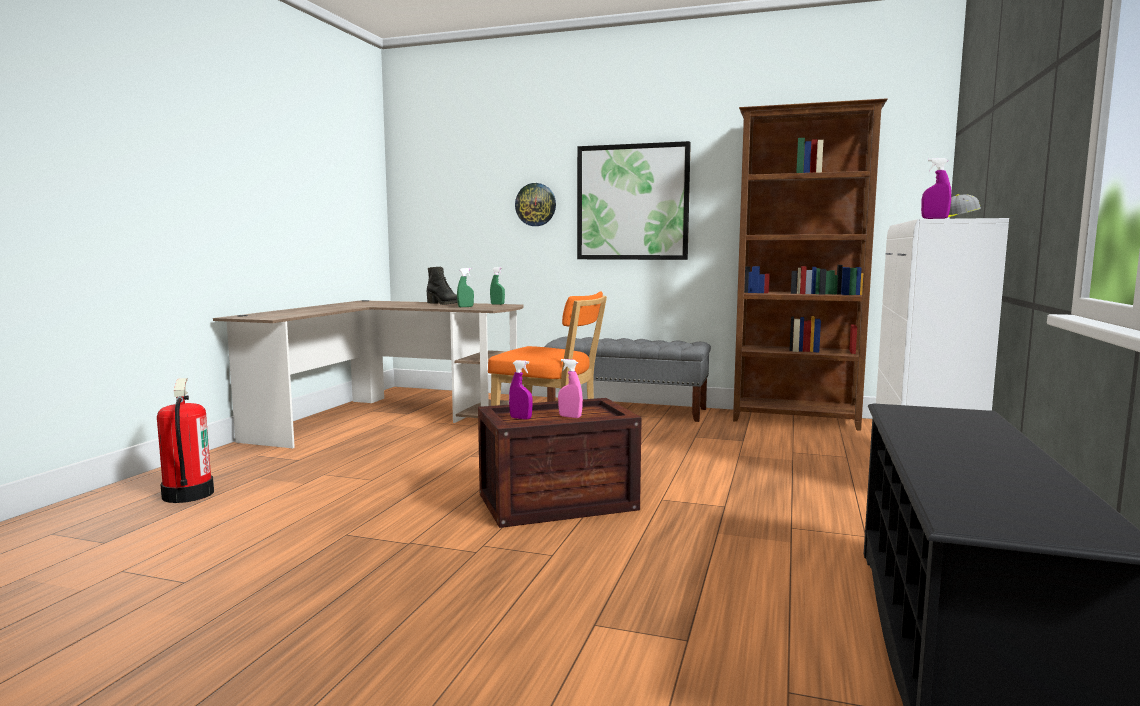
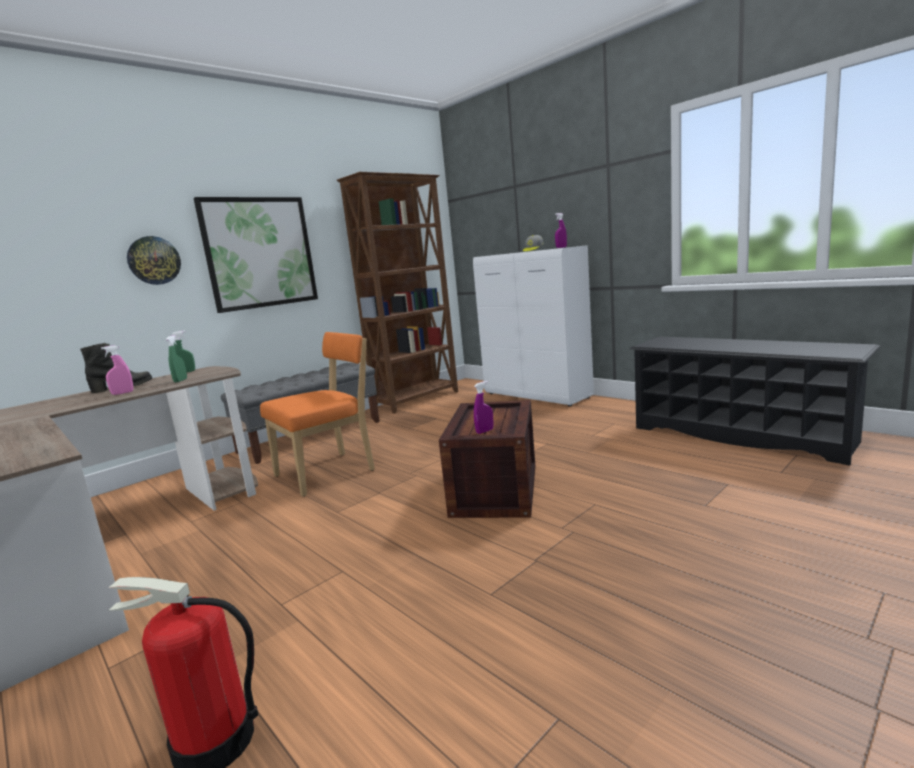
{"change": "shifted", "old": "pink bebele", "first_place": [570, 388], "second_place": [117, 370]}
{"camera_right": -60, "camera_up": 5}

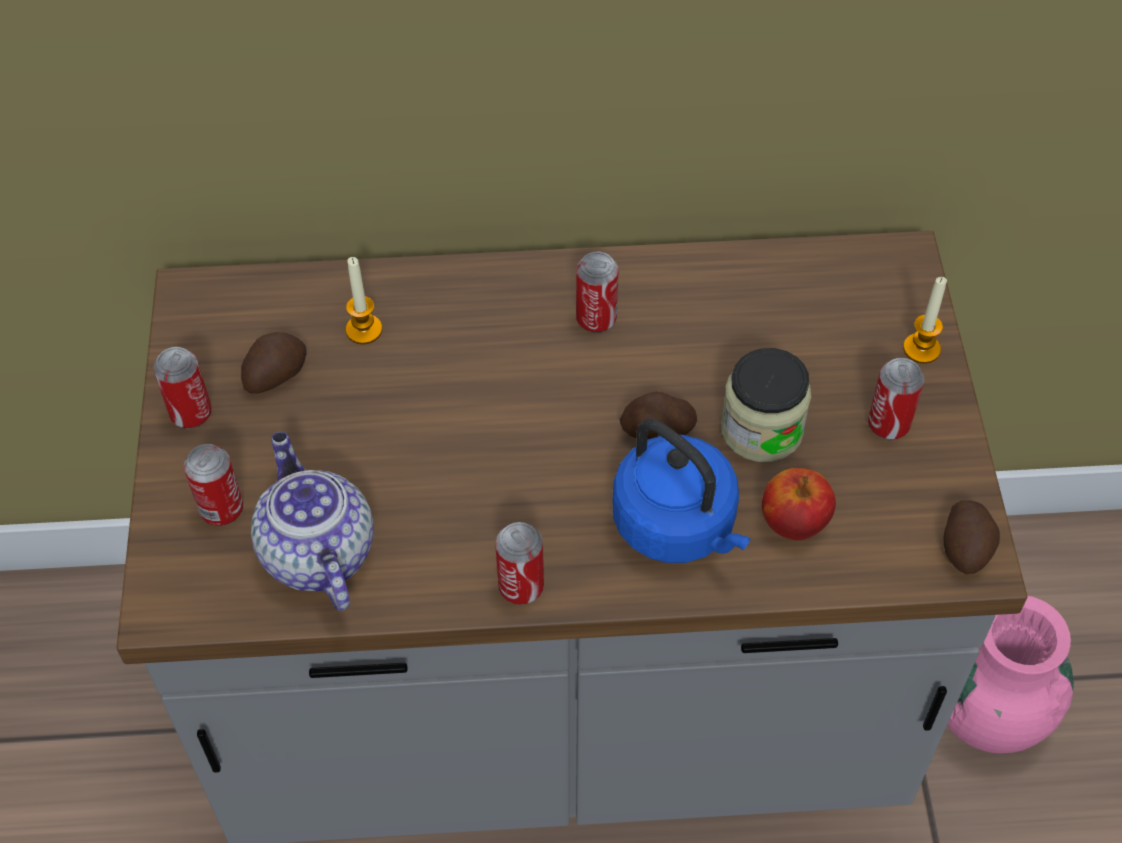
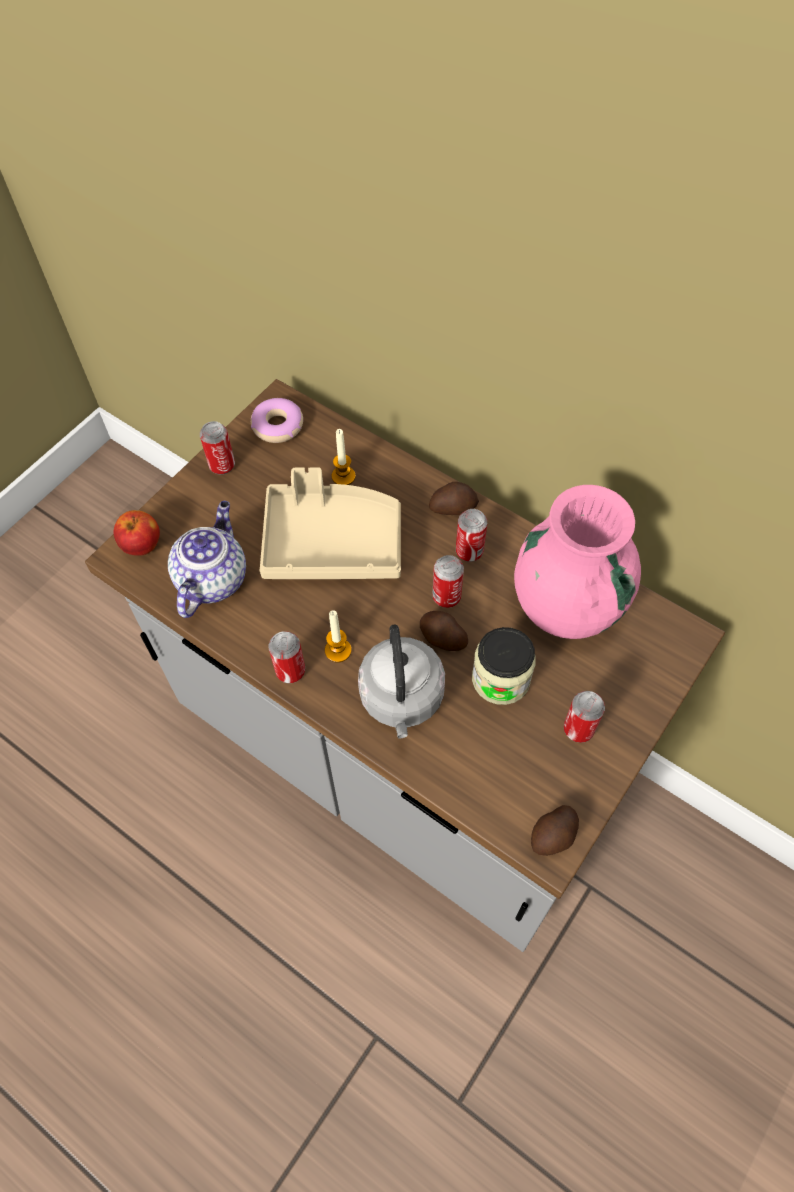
{"change": "shifted", "old": "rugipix", "first_place": [925, 320], "second_place": [338, 636]}
{"change": "shifted", "old": "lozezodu", "first_place": [273, 363], "second_place": [454, 498]}
{"change": "repainted", "old": "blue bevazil", "new": "grey bevazil", "first_place": [681, 491], "second_place": [401, 681]}
{"change": "shifted", "old": "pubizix", "first_place": [213, 485], "second_place": [448, 581]}
{"change": "shifted", "old": "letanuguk", "first_place": [799, 504], "second_place": [137, 533]}
{"change": "shifted", "old": "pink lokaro", "first_place": [1010, 674], "second_place": [577, 562]}
{"change": "new", "new": "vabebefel", "second_place": [277, 420]}
{"change": "new", "new": "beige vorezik", "second_place": [330, 523]}
{"camera_right": 40, "camera_up": 5}

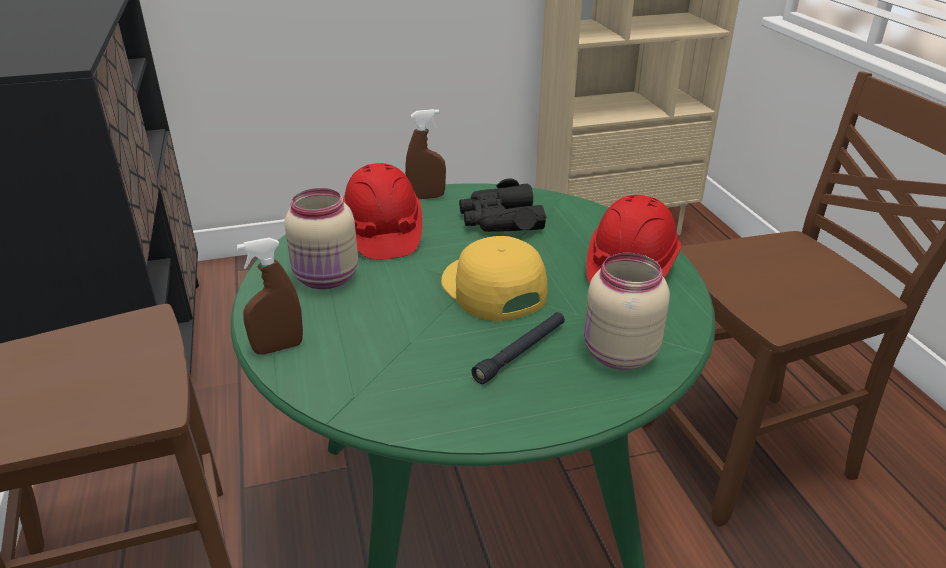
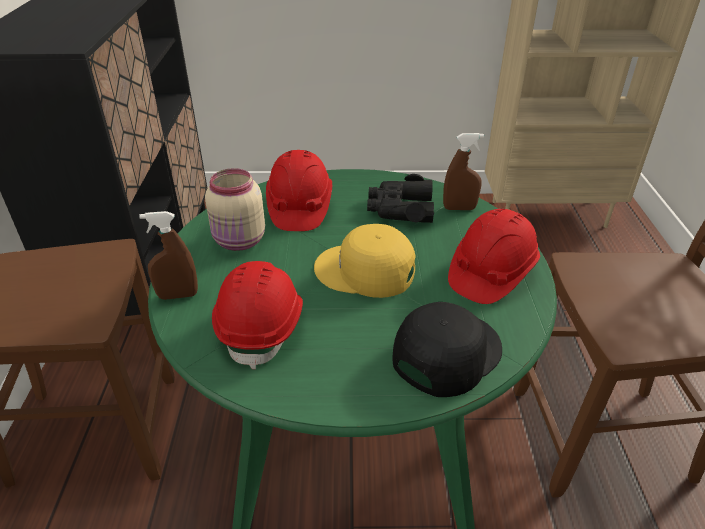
{"change": "shifted", "old": "brown bebele", "first_place": [425, 154], "second_place": [463, 171]}
{"change": "rotated", "old": "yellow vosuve", "first_place": [494, 278], "second_place": [365, 261], "degrees": -60}
{"change": "swapped", "old": "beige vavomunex", "new": "black vosuve", "first_place": [627, 311], "second_place": [447, 349]}
{"change": "gone", "old": "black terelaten", "first_place": [518, 348]}
{"change": "new", "new": "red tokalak", "second_place": [257, 315]}
{"camera_right": 15, "camera_up": 5}

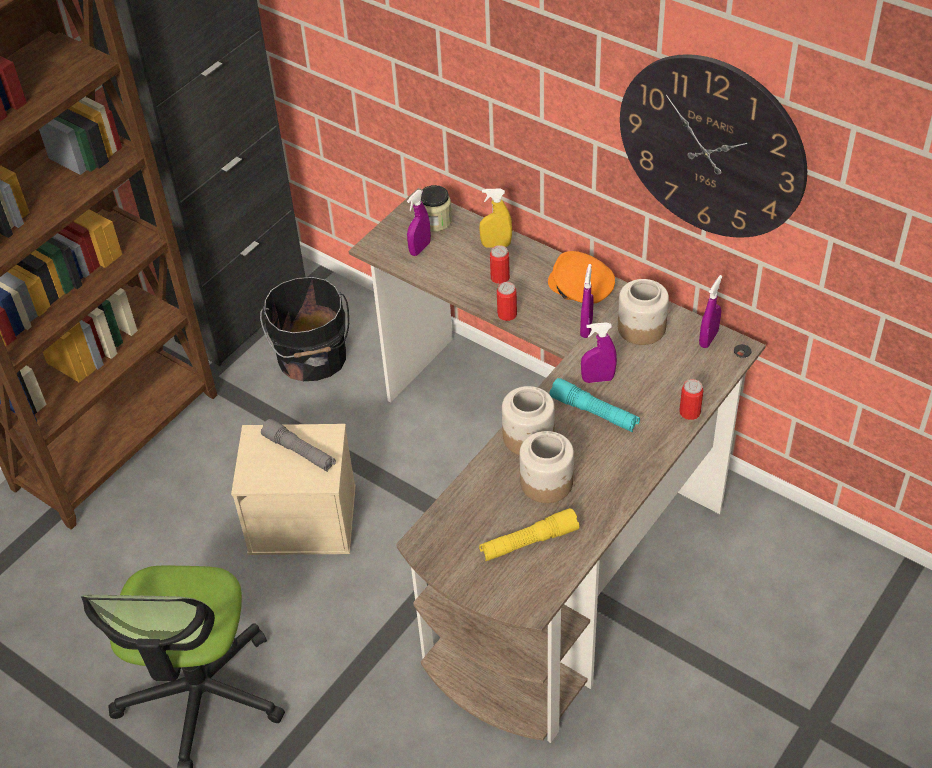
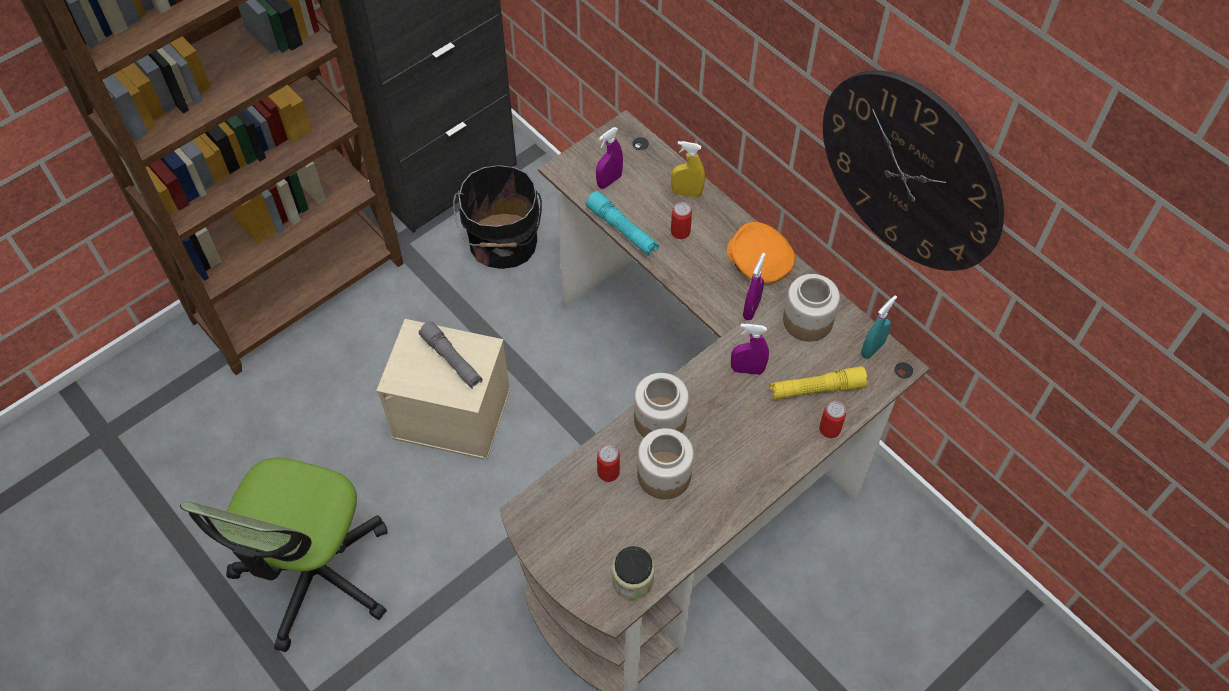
{"change": "shifted", "old": "vavomunex", "first_place": [436, 208], "second_place": [633, 573]}
{"change": "repainted", "old": "purple bebele", "new": "turquoise bebele", "first_place": [711, 311], "second_place": [879, 327]}
{"change": "shifted", "old": "pubizix", "first_place": [507, 301], "second_place": [608, 463]}
{"change": "shifted", "old": "turquoise terelaten", "first_place": [595, 405], "second_place": [622, 223]}
{"change": "shifted", "old": "yellow terelaten", "first_place": [529, 534], "second_place": [818, 383]}
{"camera_right": 10, "camera_up": 10}

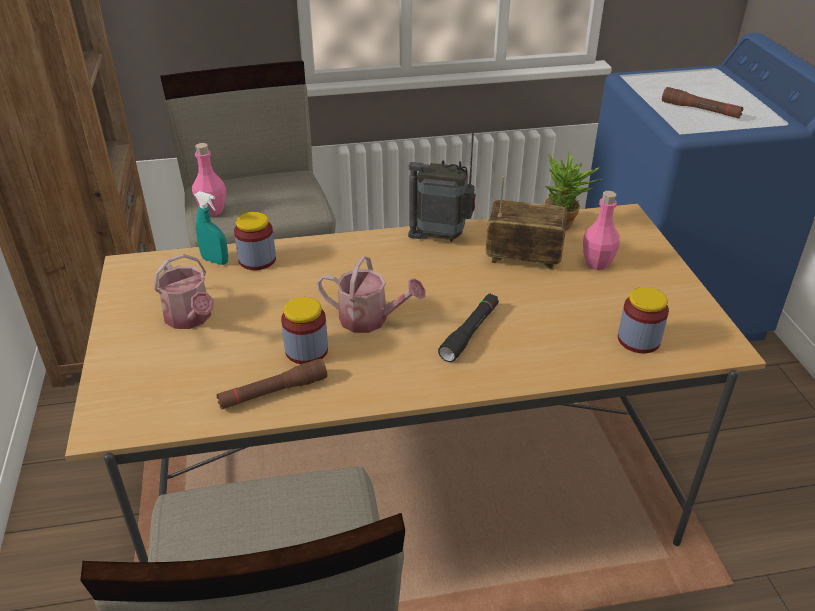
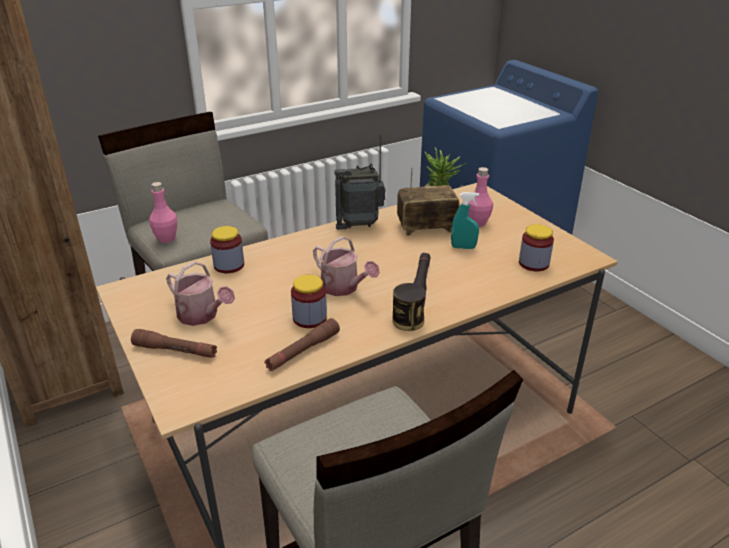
{"change": "shifted", "old": "brown terelaten", "first_place": [703, 102], "second_place": [174, 343]}
{"change": "shifted", "old": "turquoise bebele", "first_place": [211, 228], "second_place": [465, 220]}
{"change": "rotated", "old": "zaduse", "first_place": [371, 294], "second_place": [346, 266], "degrees": 45}
{"change": "new", "new": "pubizix", "second_place": [409, 307]}
{"camera_right": -20, "camera_up": -5}

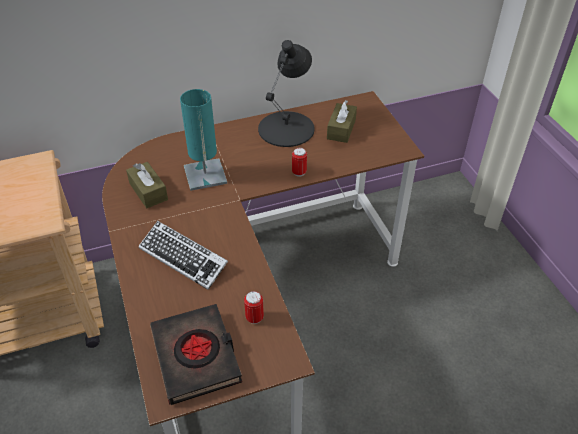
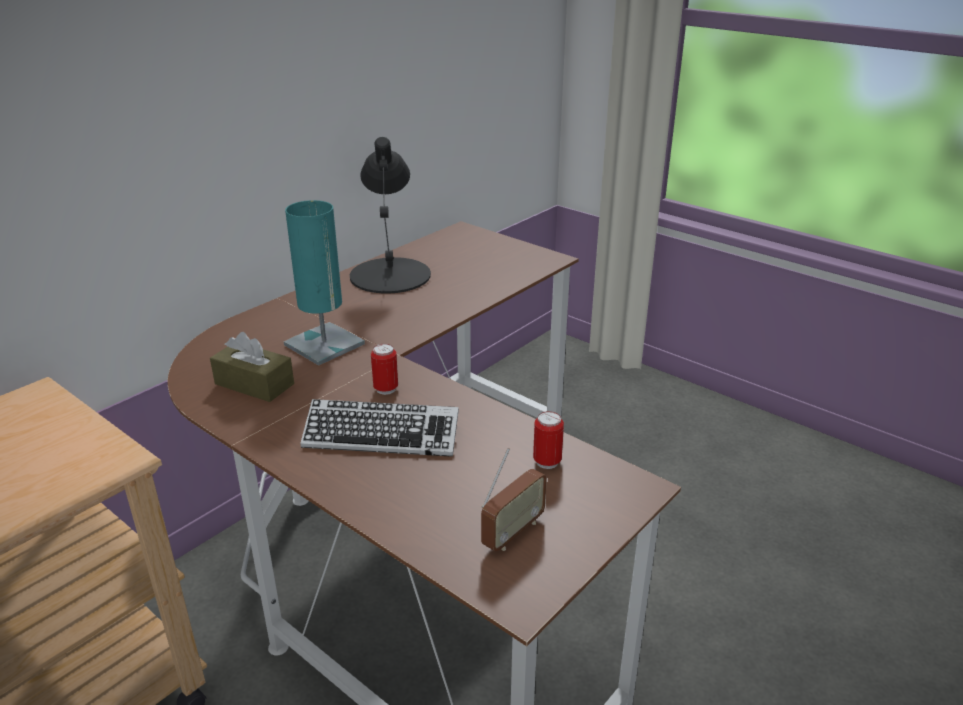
{"change": "gone", "old": "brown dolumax", "first_place": [342, 121]}
{"change": "shifted", "old": "pubizix", "first_place": [299, 162], "second_place": [384, 369]}
{"change": "swapped", "old": "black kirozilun", "new": "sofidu", "first_place": [196, 354], "second_place": [514, 499]}
{"camera_right": -30, "camera_up": -15}

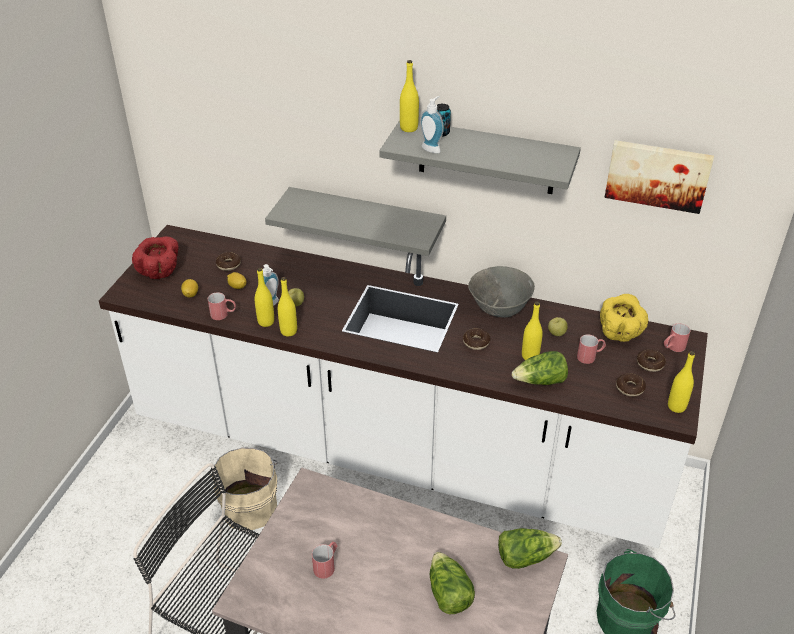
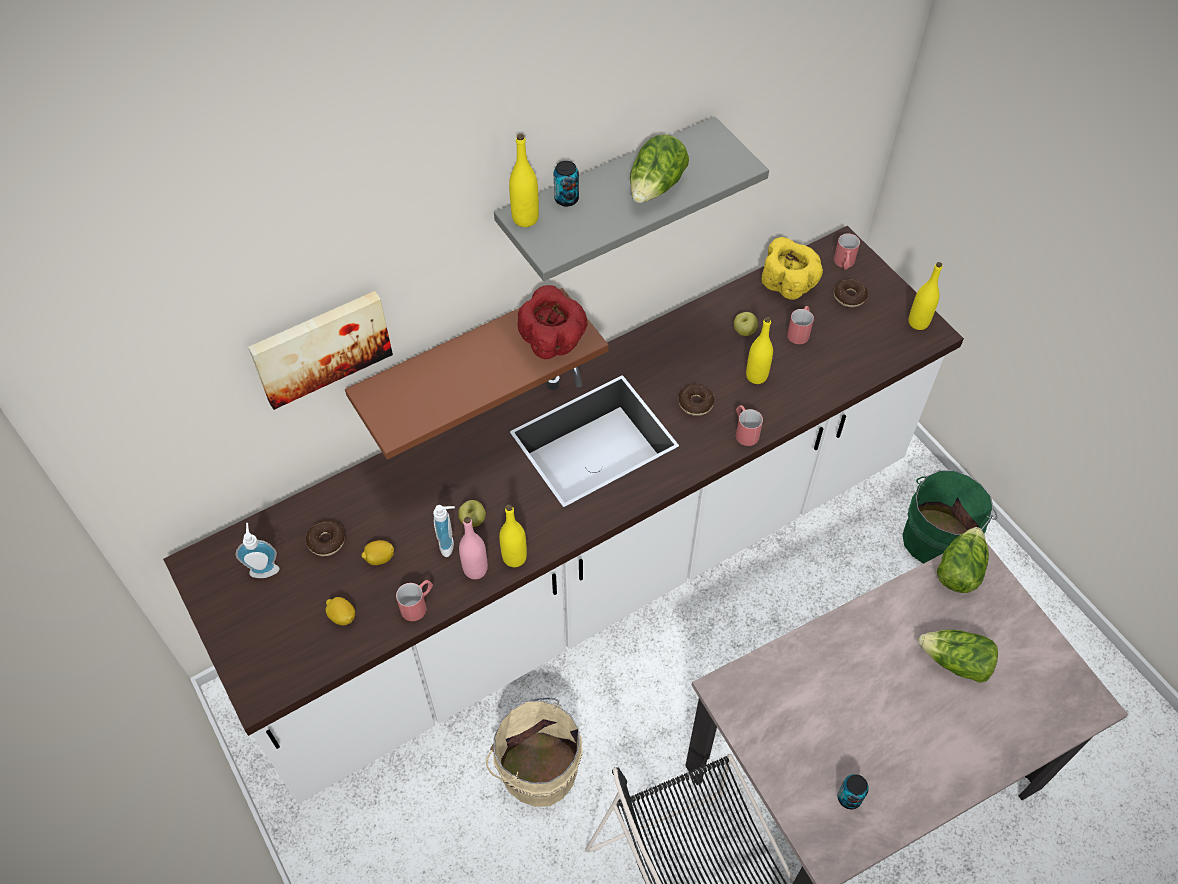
{"change": "shifted", "old": "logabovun", "first_place": [432, 124], "second_place": [258, 550]}
{"change": "shifted", "old": "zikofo", "first_place": [659, 177], "second_place": [320, 350]}
{"change": "repainted", "old": "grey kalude", "new": "brown kalude", "first_place": [355, 221], "second_place": [477, 374]}
{"change": "shifted", "old": "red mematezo", "first_place": [155, 258], "second_place": [552, 322]}
{"change": "gone", "old": "grey mematezo", "first_place": [501, 291]}
{"change": "repainted", "old": "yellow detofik", "new": "pink detofik", "first_place": [264, 297], "second_place": [473, 548]}
{"change": "shifted", "old": "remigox", "first_place": [540, 368], "second_place": [659, 169]}
{"change": "gone", "old": "vabebefel", "first_place": [631, 385]}
{"change": "shifted", "old": "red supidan", "first_place": [324, 560], "second_place": [749, 425]}
{"change": "new", "new": "pubizix", "second_place": [853, 791]}
{"camera_right": -50, "camera_up": 15}

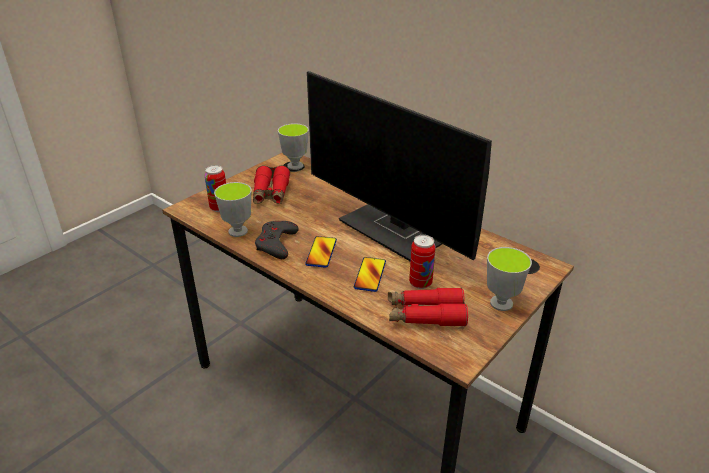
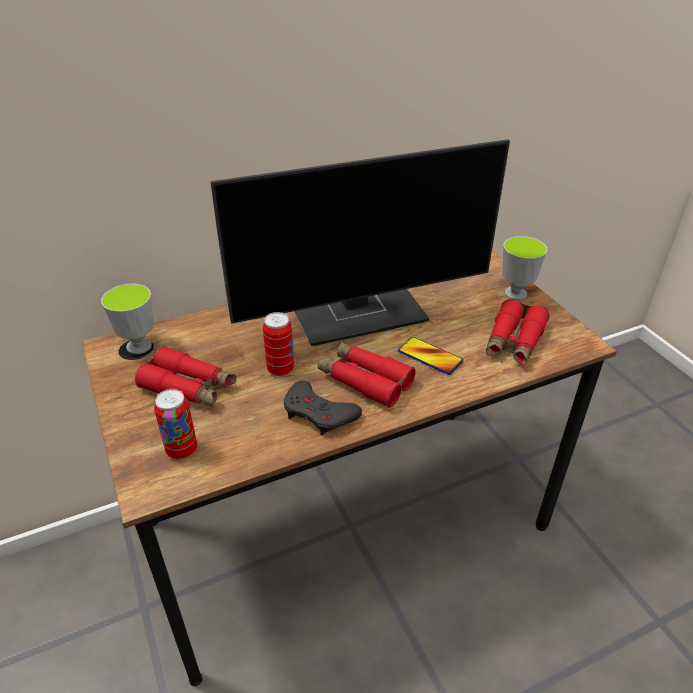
{"change": "gone", "old": "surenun", "first_place": [233, 209]}
{"change": "shifted", "old": "pubizix", "first_place": [422, 262], "second_place": [278, 344]}
{"change": "swapped", "old": "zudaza", "new": "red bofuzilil", "first_place": [321, 252], "second_place": [366, 375]}
{"camera_right": -65, "camera_up": 5}

